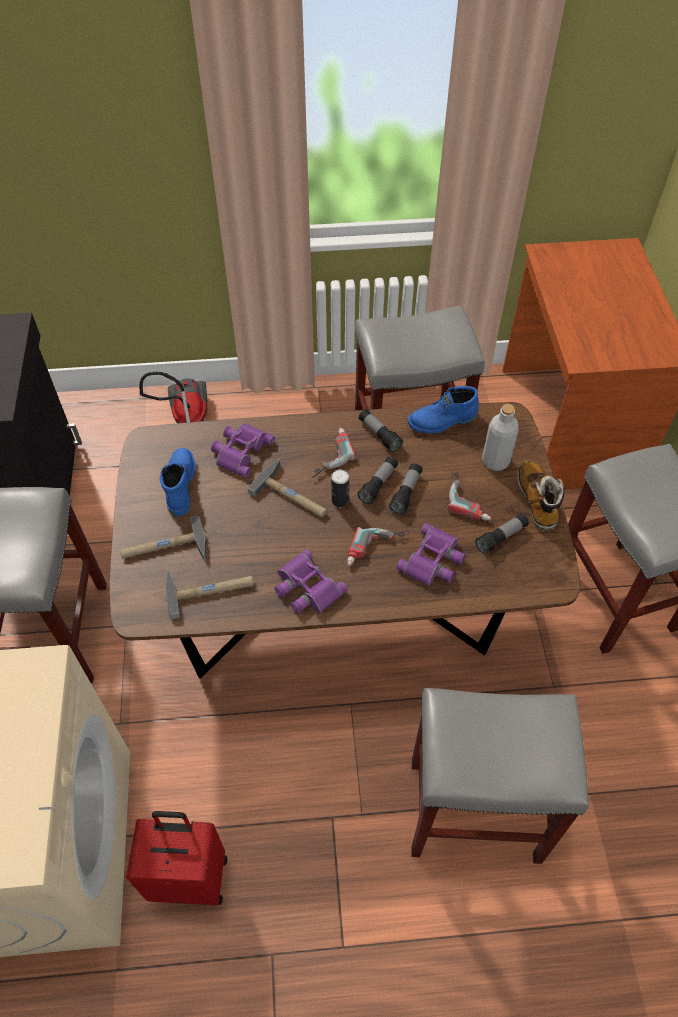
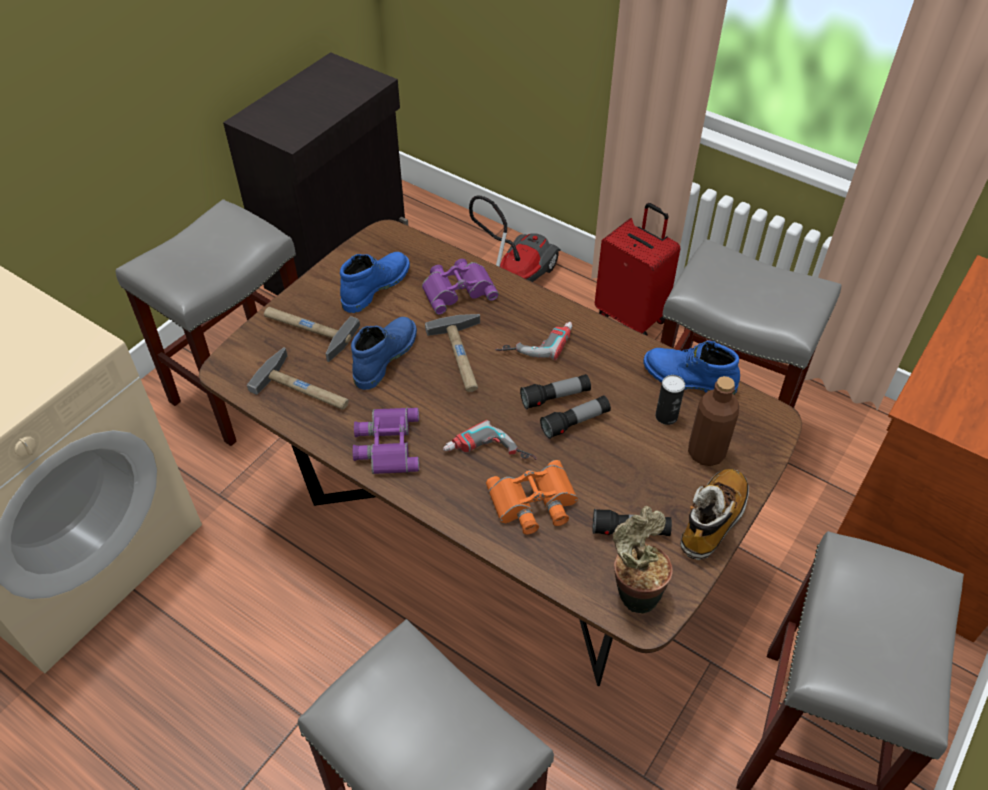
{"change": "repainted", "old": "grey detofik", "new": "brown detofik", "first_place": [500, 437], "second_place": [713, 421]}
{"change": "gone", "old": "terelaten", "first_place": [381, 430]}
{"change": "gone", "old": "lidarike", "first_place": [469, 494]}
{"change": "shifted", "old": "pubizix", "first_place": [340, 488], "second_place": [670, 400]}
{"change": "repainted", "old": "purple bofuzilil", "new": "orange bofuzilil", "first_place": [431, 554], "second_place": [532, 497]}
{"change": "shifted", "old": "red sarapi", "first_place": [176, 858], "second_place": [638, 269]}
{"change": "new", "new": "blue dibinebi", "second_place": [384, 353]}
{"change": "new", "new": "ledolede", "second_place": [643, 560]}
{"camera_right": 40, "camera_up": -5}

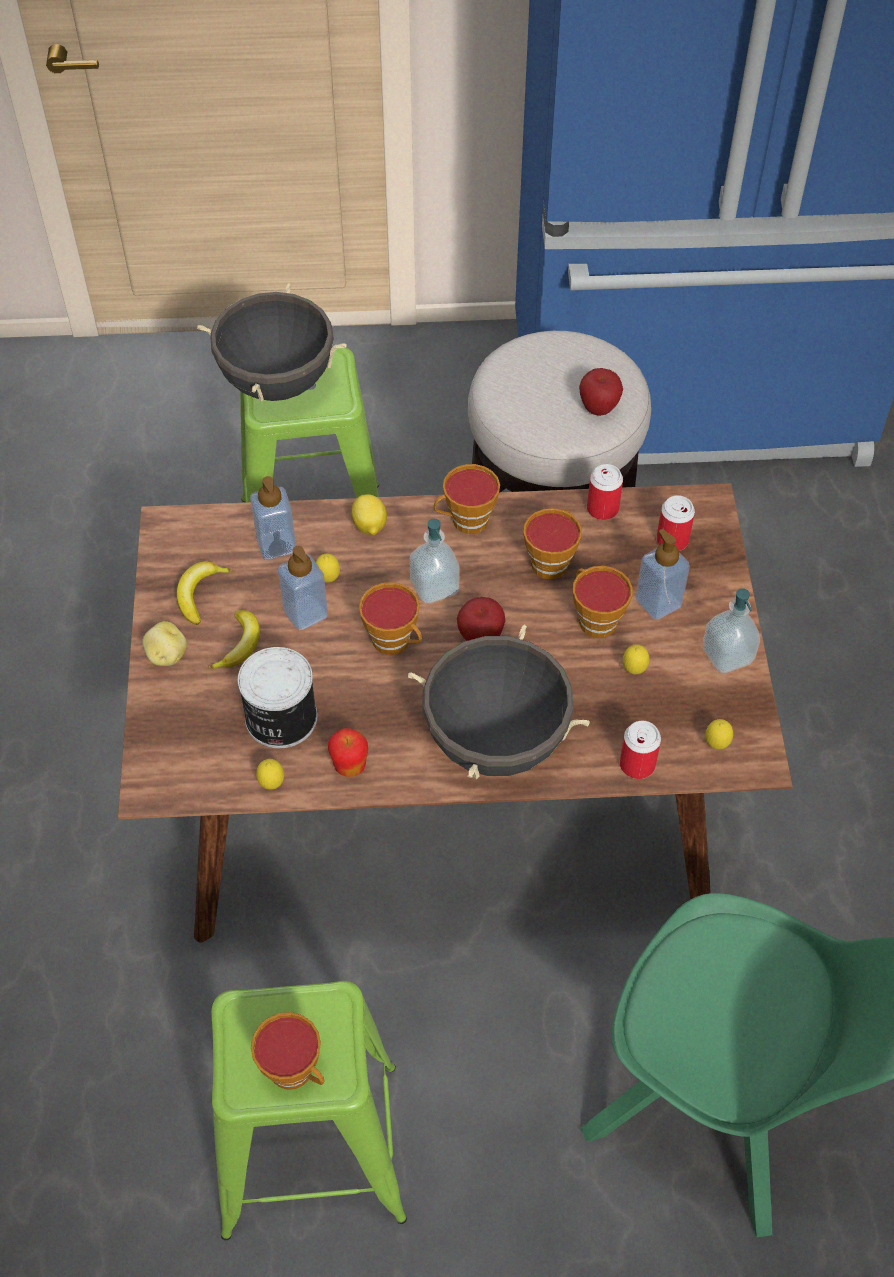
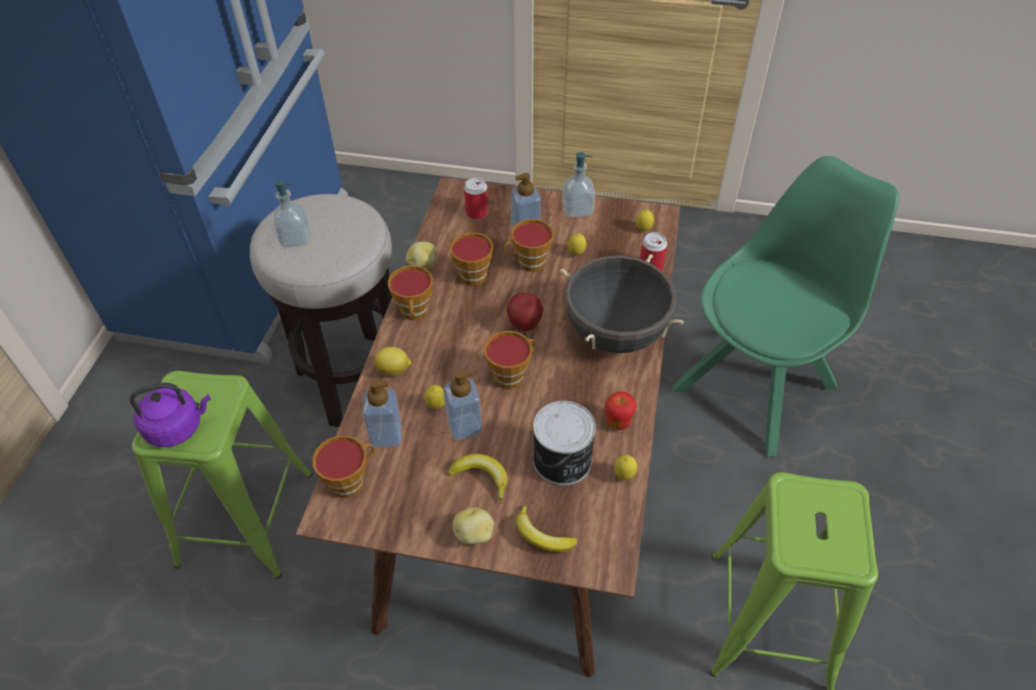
{"change": "swapped", "old": "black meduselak", "new": "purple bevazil", "first_place": [272, 342], "second_place": [170, 415]}
{"change": "gone", "old": "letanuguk", "first_place": [601, 392]}
{"change": "gone", "old": "pubizix", "first_place": [605, 492]}
{"change": "shifted", "old": "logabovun", "first_place": [435, 561], "second_place": [292, 213]}
{"change": "shifted", "old": "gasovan", "first_place": [205, 593], "second_place": [547, 528]}
{"change": "shifted", "old": "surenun", "first_place": [287, 1051], "second_place": [343, 467]}
{"change": "new", "new": "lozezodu", "second_place": [421, 256]}
{"camera_right": -75, "camera_up": -5}

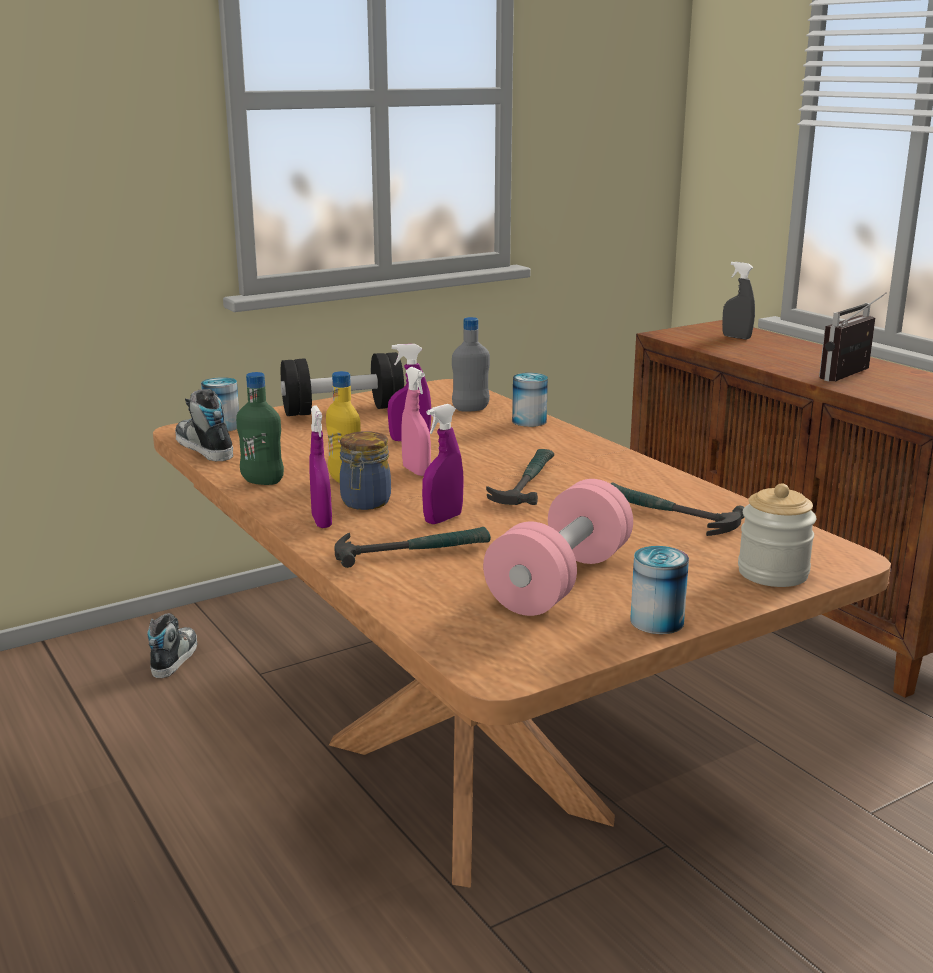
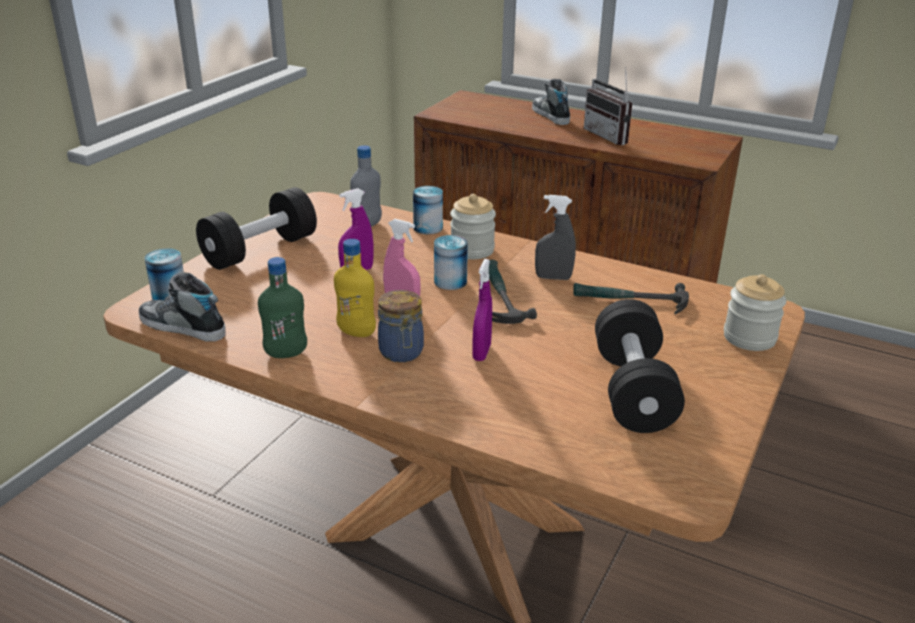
{"change": "shifted", "old": "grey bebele", "first_place": [738, 300], "second_place": [555, 237]}
{"change": "rotated", "old": "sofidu", "first_place": [853, 336], "second_place": [608, 106], "degrees": -45}
{"change": "gone", "old": "purple bebele", "first_place": [320, 466]}
{"change": "repainted", "old": "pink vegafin", "new": "black vegafin", "first_place": [558, 547], "second_place": [640, 366]}
{"change": "gone", "old": "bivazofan", "first_place": [412, 547]}
{"change": "shifted", "old": "pubizix", "first_place": [659, 590], "second_place": [451, 262]}
{"change": "shifted", "old": "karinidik", "first_place": [172, 645], "second_place": [551, 102]}
{"change": "new", "new": "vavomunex", "second_place": [473, 226]}
{"camera_right": -30, "camera_up": 10}

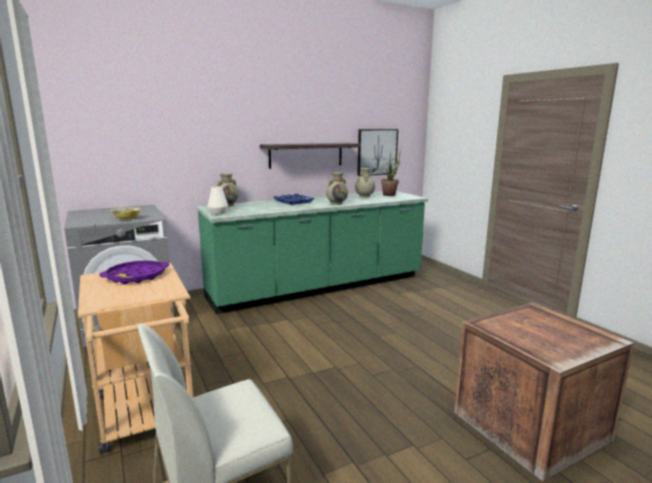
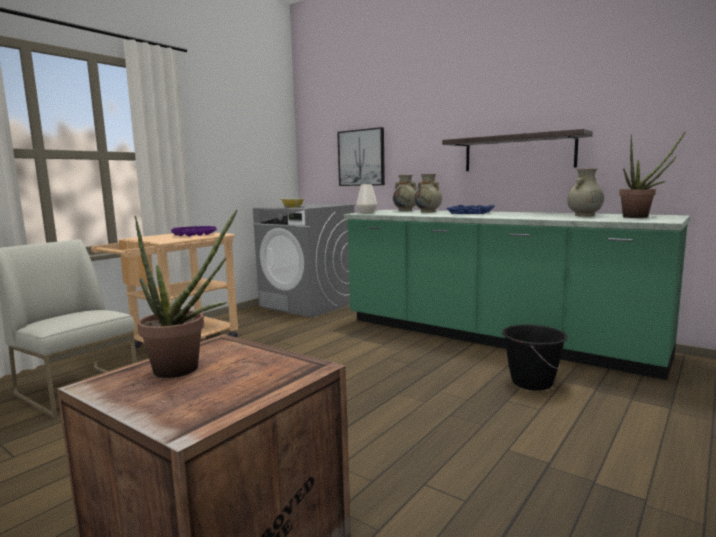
{"change": "shifted", "old": "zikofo", "first_place": [377, 152], "second_place": [361, 156]}
{"change": "shifted", "old": "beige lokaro", "first_place": [337, 188], "second_place": [428, 193]}
{"change": "new", "new": "ledolede", "second_place": [185, 293]}
{"change": "new", "new": "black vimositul", "second_place": [535, 358]}
{"camera_right": 65, "camera_up": -5}

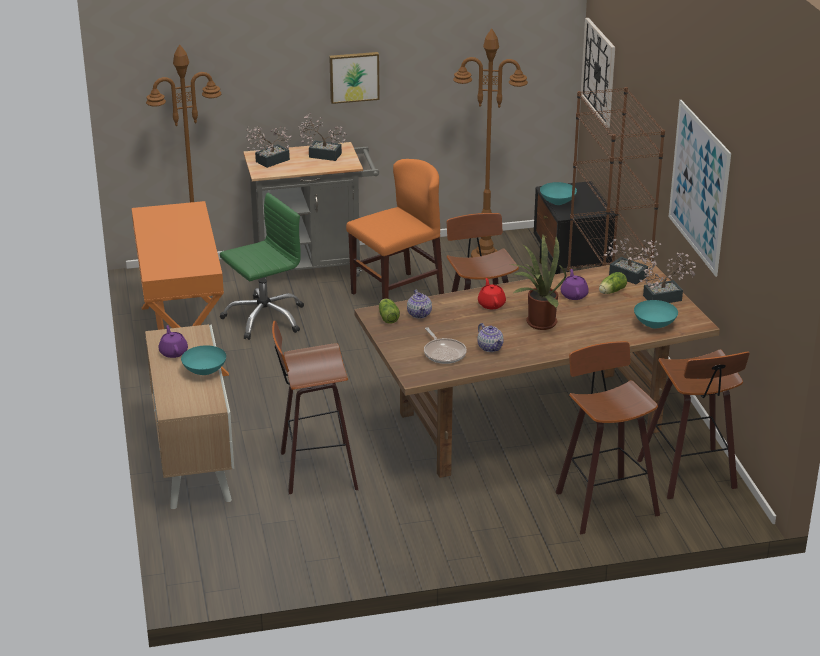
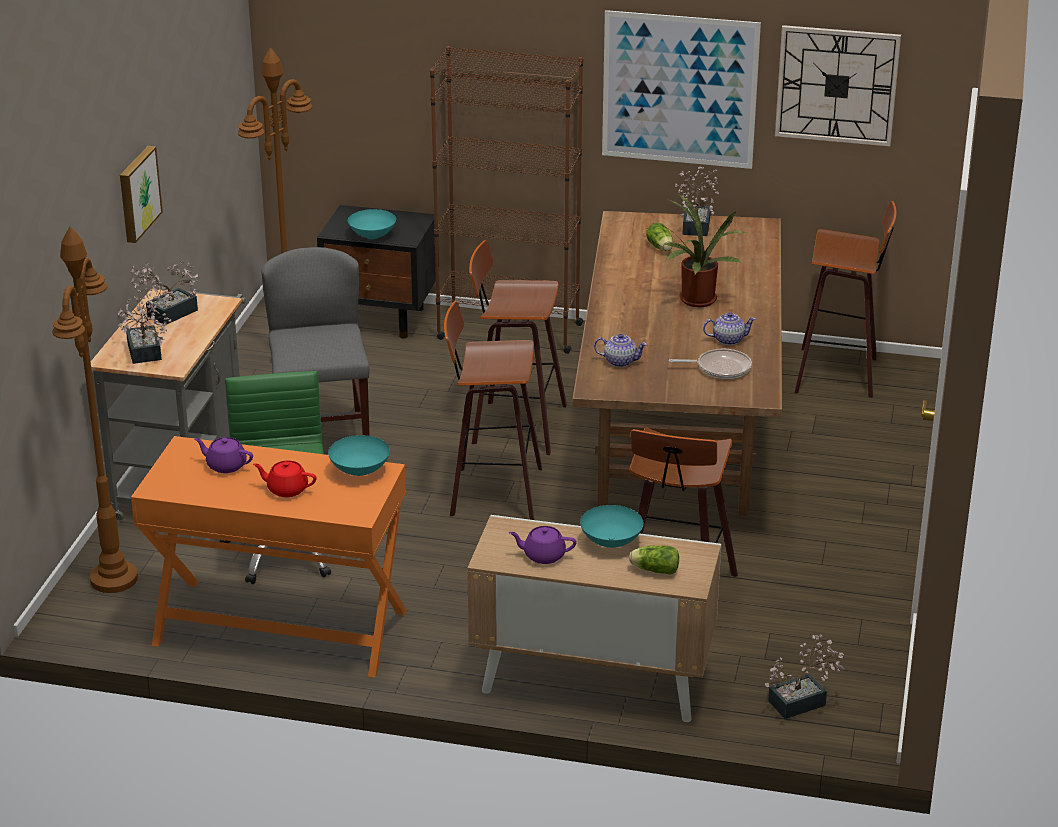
{"change": "shifted", "old": "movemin", "first_place": [598, 73], "second_place": [838, 85]}
{"change": "repainted", "old": "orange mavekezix", "new": "grey mavekezix", "first_place": [395, 229], "second_place": [316, 341]}
{"change": "shifted", "old": "ledolede", "first_place": [632, 261], "second_place": [804, 676]}
{"change": "shifted", "old": "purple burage", "first_place": [575, 284], "second_place": [223, 455]}
{"change": "shifted", "old": "red burage", "first_place": [492, 293], "second_place": [285, 478]}
{"change": "shifted", "old": "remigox", "first_place": [389, 311], "second_place": [654, 560]}
{"change": "shifted", "old": "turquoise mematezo", "first_place": [656, 314], "second_place": [359, 455]}
{"change": "shifted", "old": "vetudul", "first_place": [608, 437], "second_place": [493, 410]}
{"camera_right": -65, "camera_up": 0}

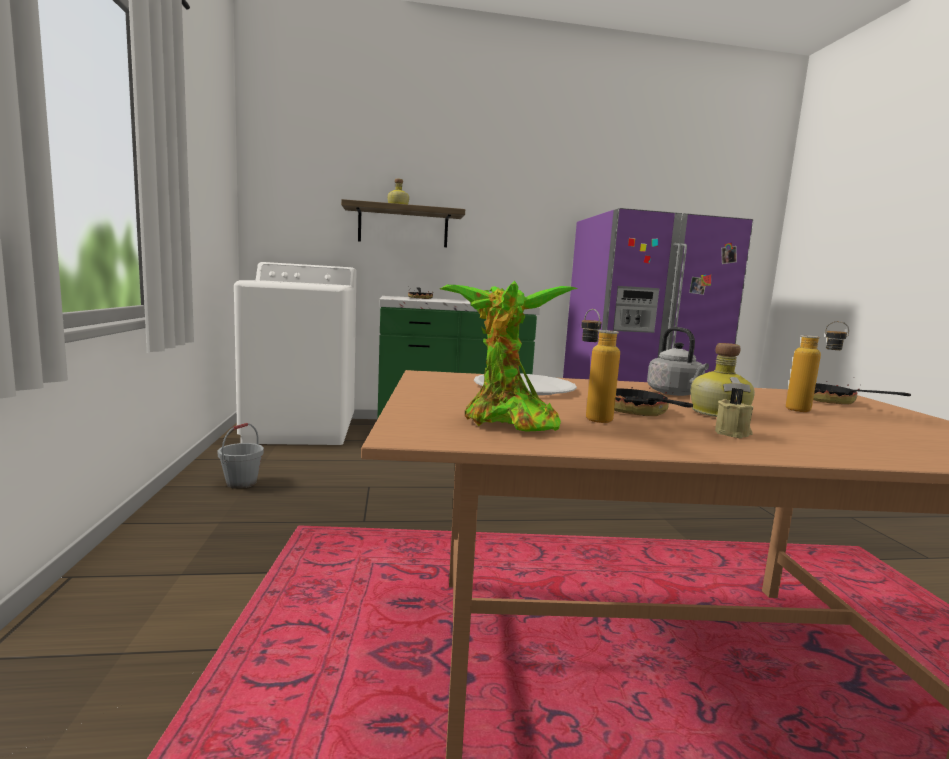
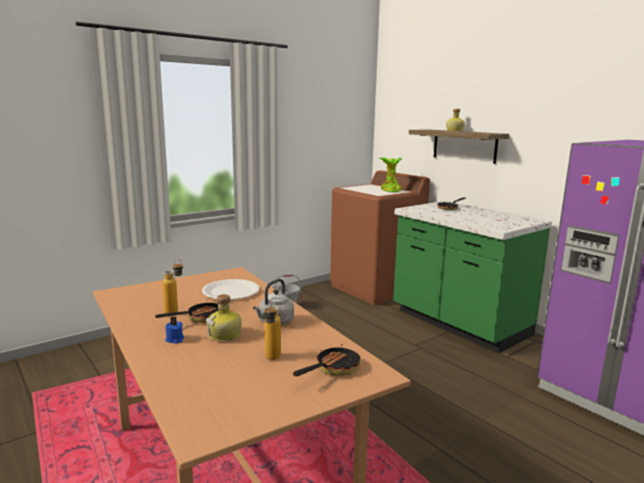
{"change": "repainted", "old": "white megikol", "new": "brown megikol", "first_place": [295, 353], "second_place": [380, 238]}
{"change": "shifted", "old": "ledolede", "first_place": [509, 356], "second_place": [390, 174]}
{"change": "repainted", "old": "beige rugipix", "new": "blue rugipix", "first_place": [734, 413], "second_place": [174, 330]}
{"camera_right": 60, "camera_up": 5}

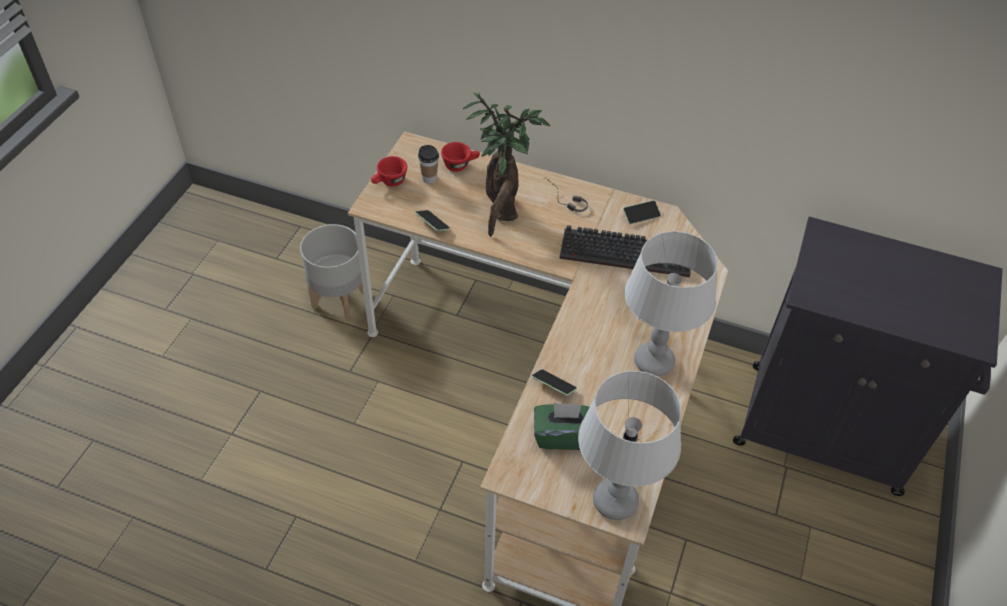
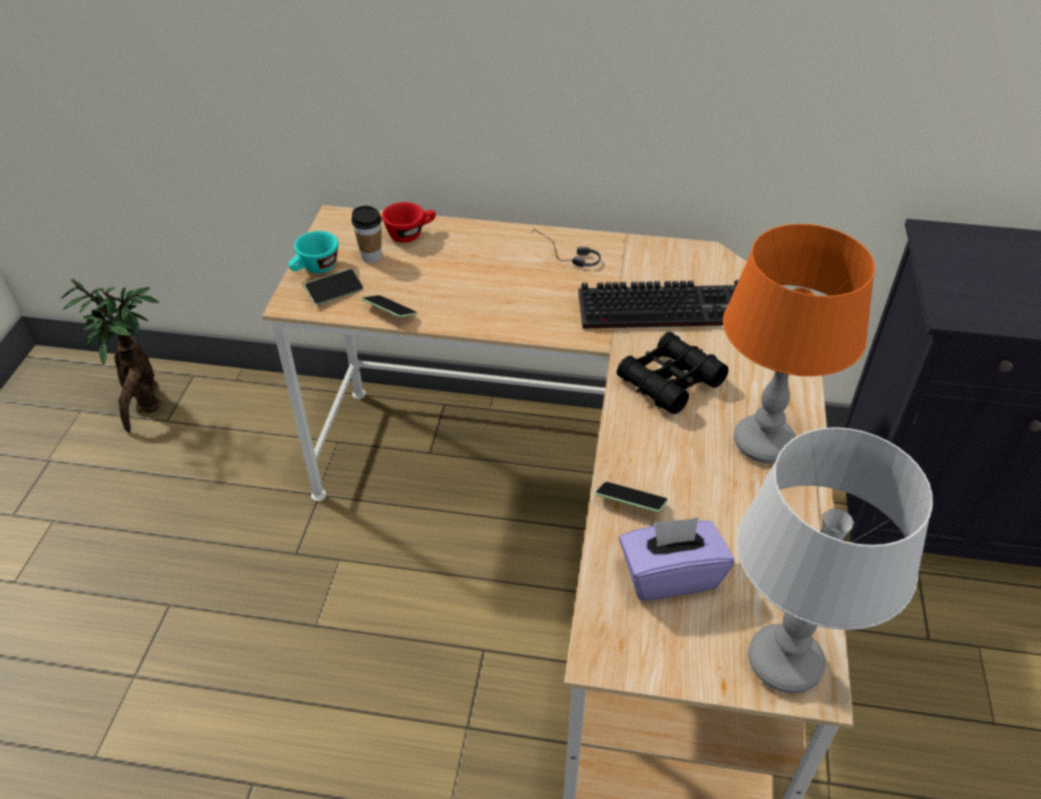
{"change": "shifted", "old": "ledolede", "first_place": [506, 164], "second_place": [111, 356]}
{"change": "repainted", "old": "red surenun", "new": "turquoise surenun", "first_place": [389, 171], "second_place": [313, 252]}
{"change": "shifted", "old": "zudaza", "first_place": [642, 212], "second_place": [333, 287]}
{"change": "gone", "old": "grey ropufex", "first_place": [331, 271]}
{"change": "repainted", "old": "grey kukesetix", "new": "orange kukesetix", "first_place": [671, 304], "second_place": [799, 343]}
{"change": "repainted", "old": "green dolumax", "new": "purple dolumax", "first_place": [561, 426], "second_place": [676, 559]}
{"change": "new", "new": "black bofuzilil", "second_place": [672, 373]}
{"camera_right": -10, "camera_up": -5}

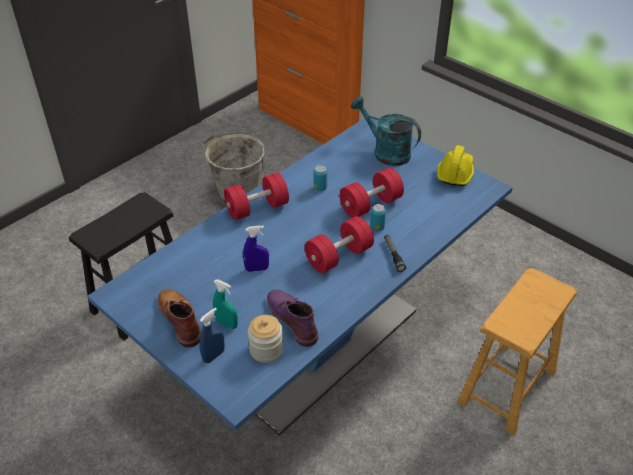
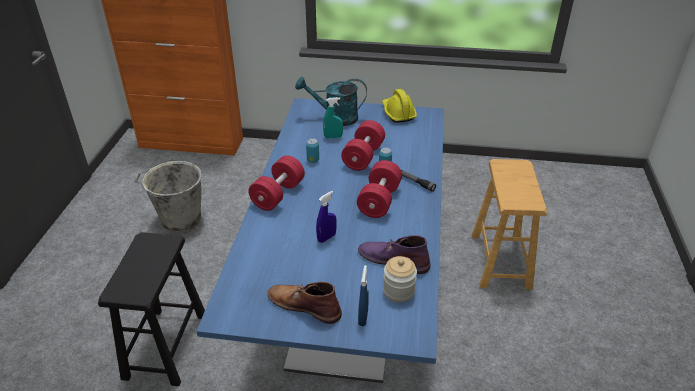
{"change": "shifted", "old": "turquoise bebele", "first_place": [225, 304], "second_place": [333, 117]}
{"camera_right": -35, "camera_up": -5}

